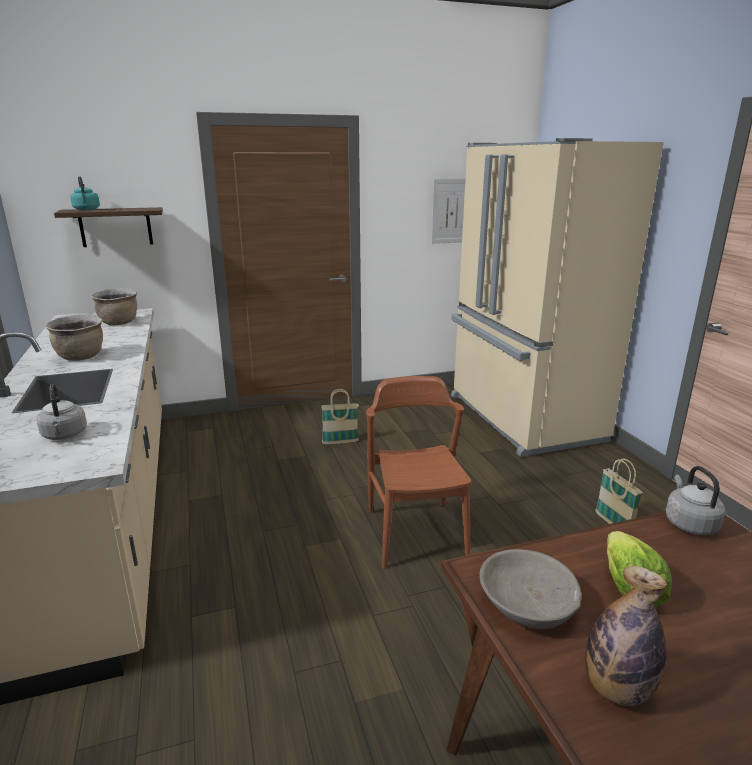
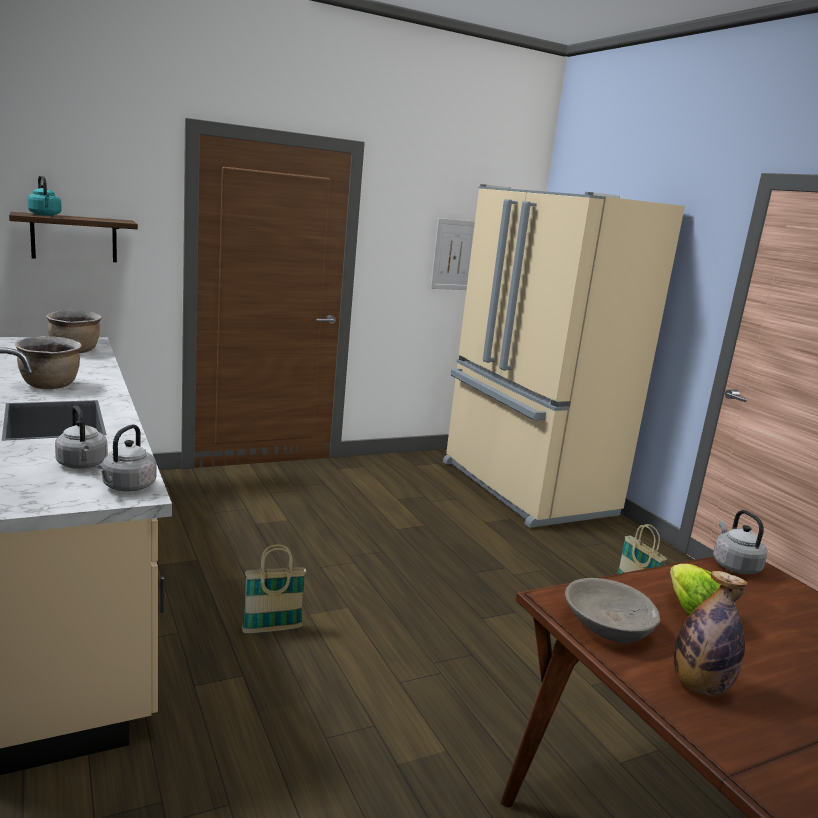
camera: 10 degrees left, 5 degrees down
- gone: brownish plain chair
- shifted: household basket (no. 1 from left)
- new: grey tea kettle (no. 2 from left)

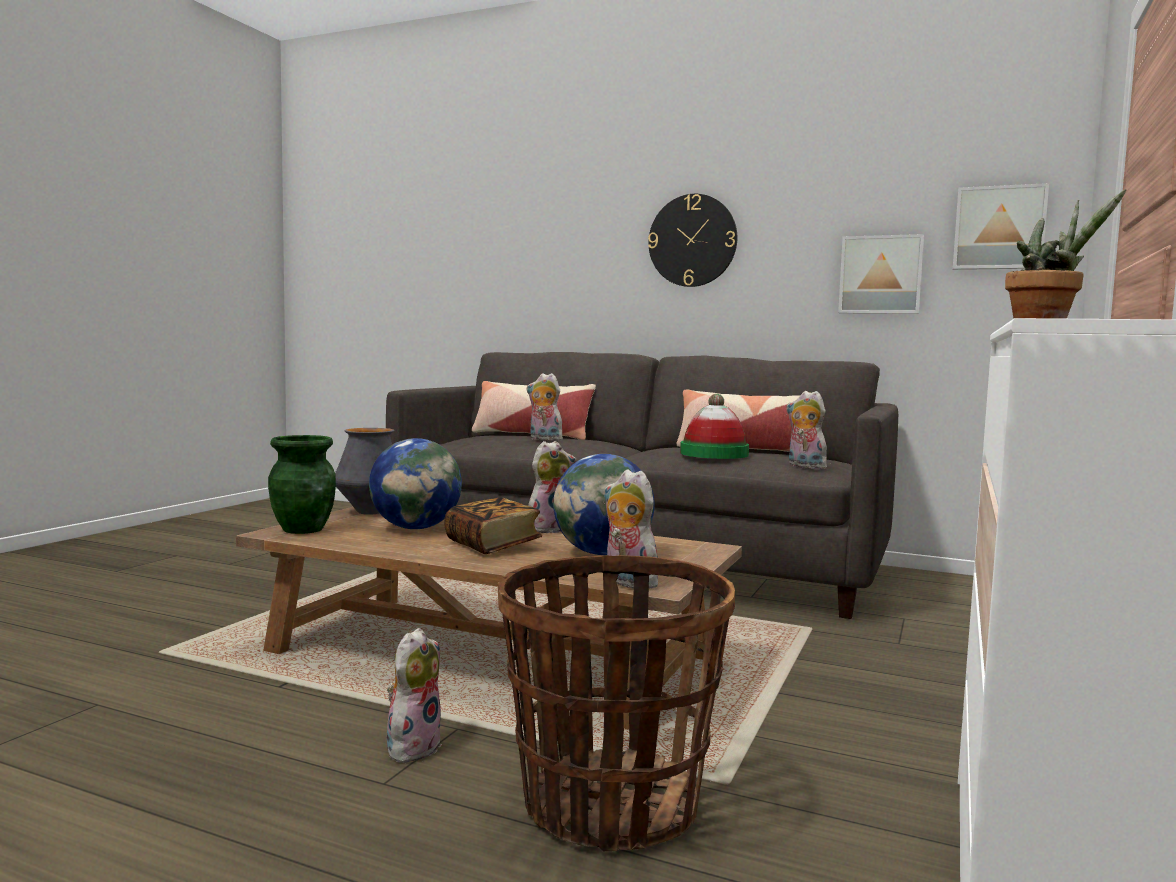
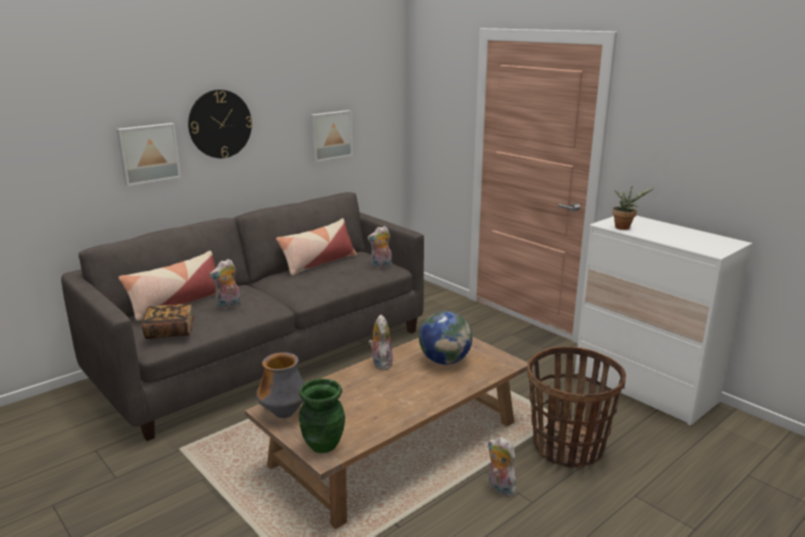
camera: 65 degrees left, 15 degrees up
- shifted: wall art (no. 2 from left in the first image) to wall art (no. 1 from left)
- gone: clothing hat
- gone: globe (no. 1 from left)
- gone: soft toy (no. 4 from left)
- shifted: volume

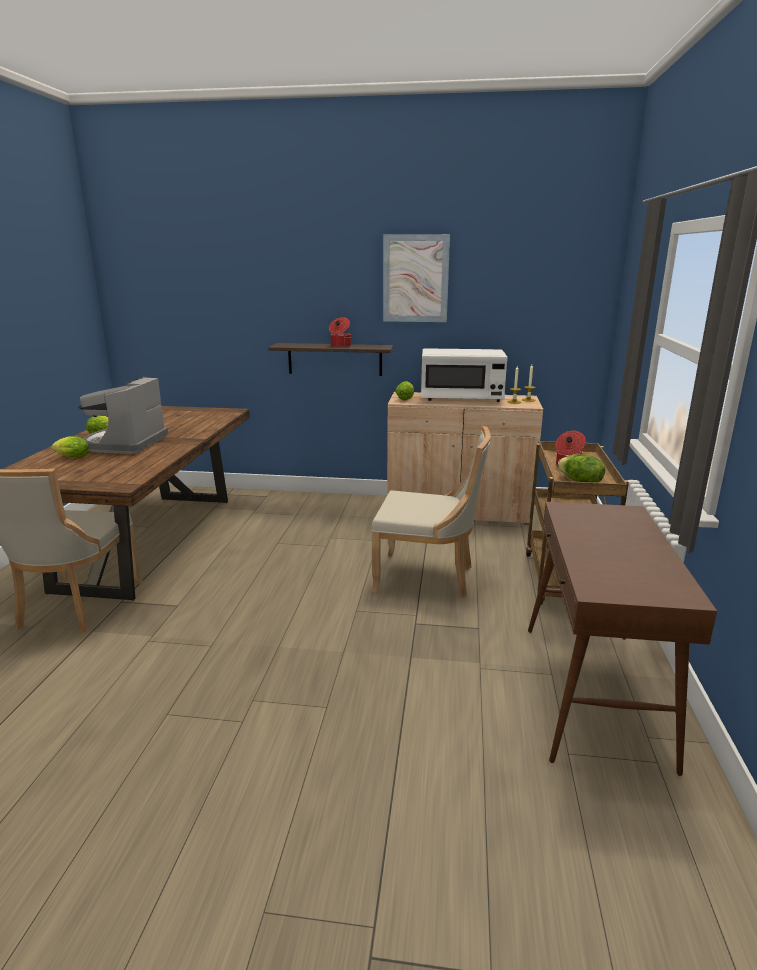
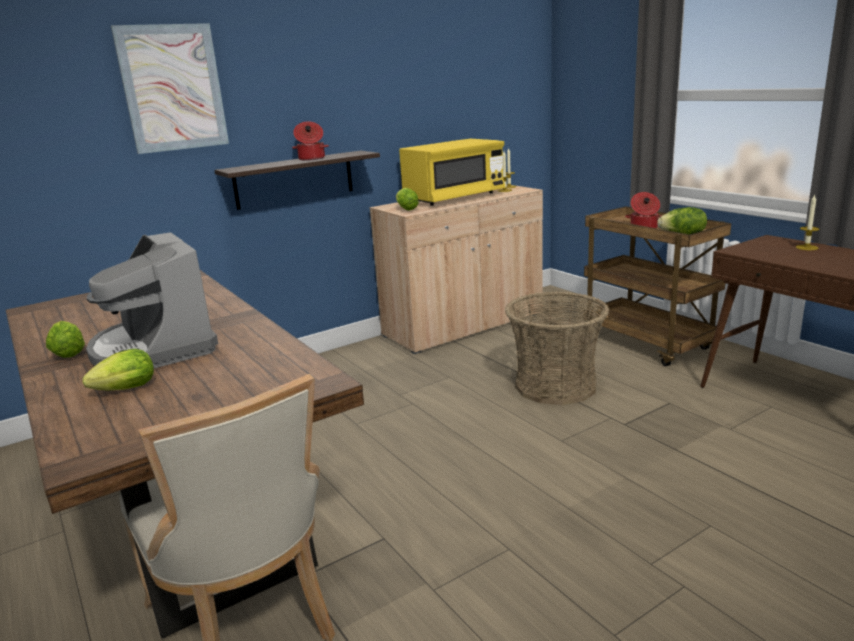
camera: 40 degrees left, 0 degrees up
- shifted: wall art
- repainted: whitish microwave to yellowish microwave
- swapped: sand-coloured plain chair (no. 2 from left) to household basket
- new: candle (no. 3 from left)

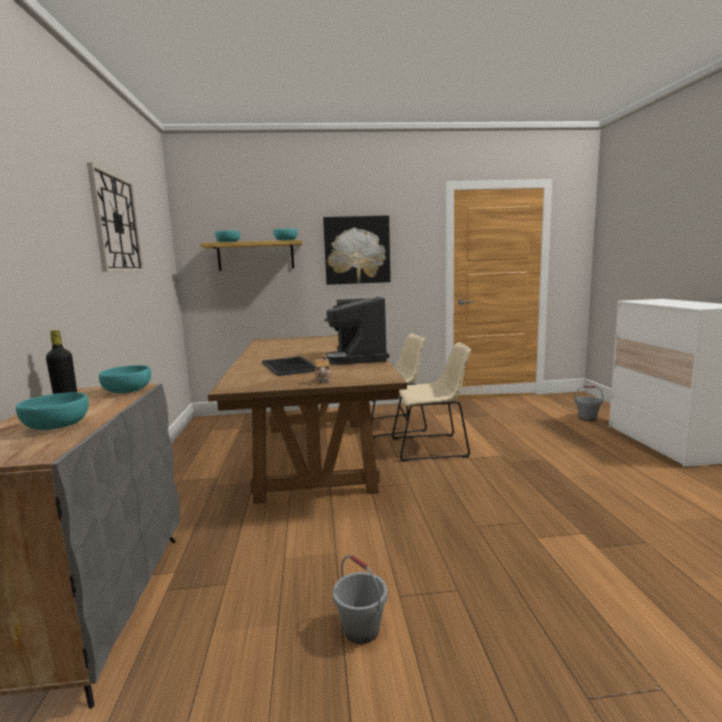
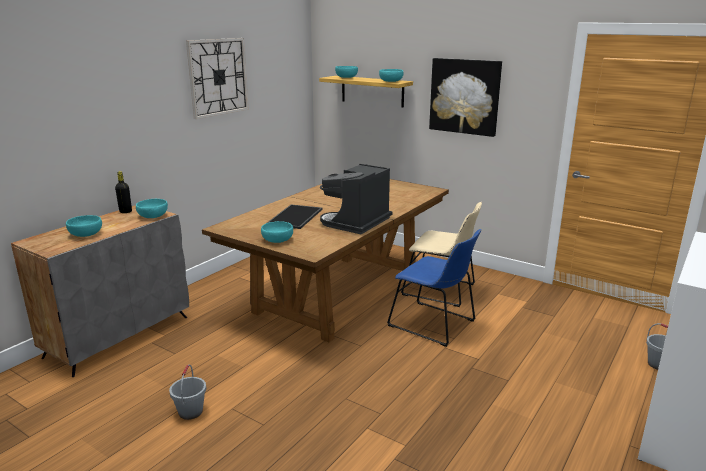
camera: 40 degrees right, 10 degrees up
- repainted: sand-coloured plain chair (no. 2 from left) to blue plain chair
- swapped: pot for tea to turquoise bowl (no. 3 from left)

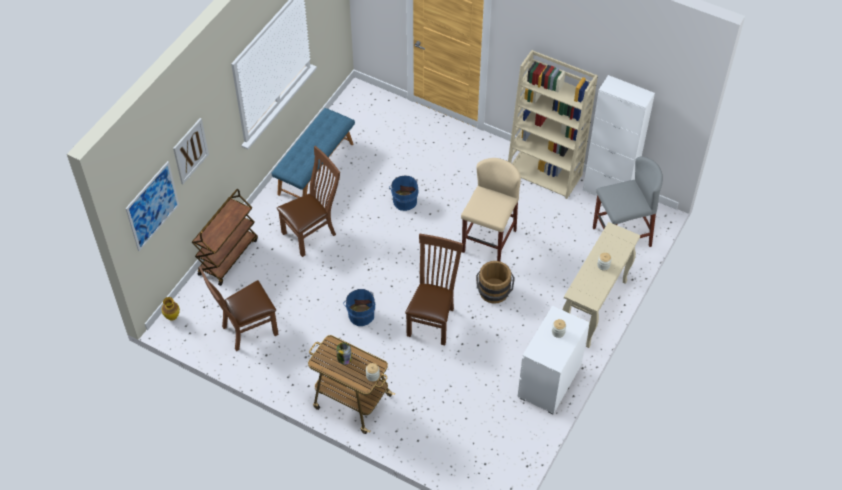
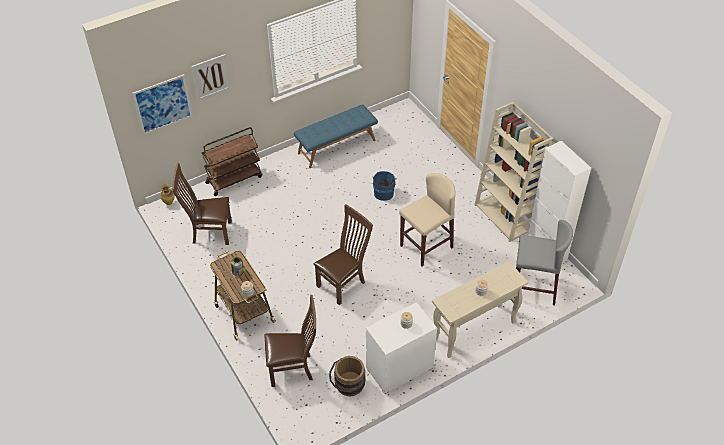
camera: 30 degrees right, 5 degrees down
- shifted: brownish plain chair (no. 2 from left)
- shifted: brownish bucket
- gone: blue bucket (no. 1 from left)

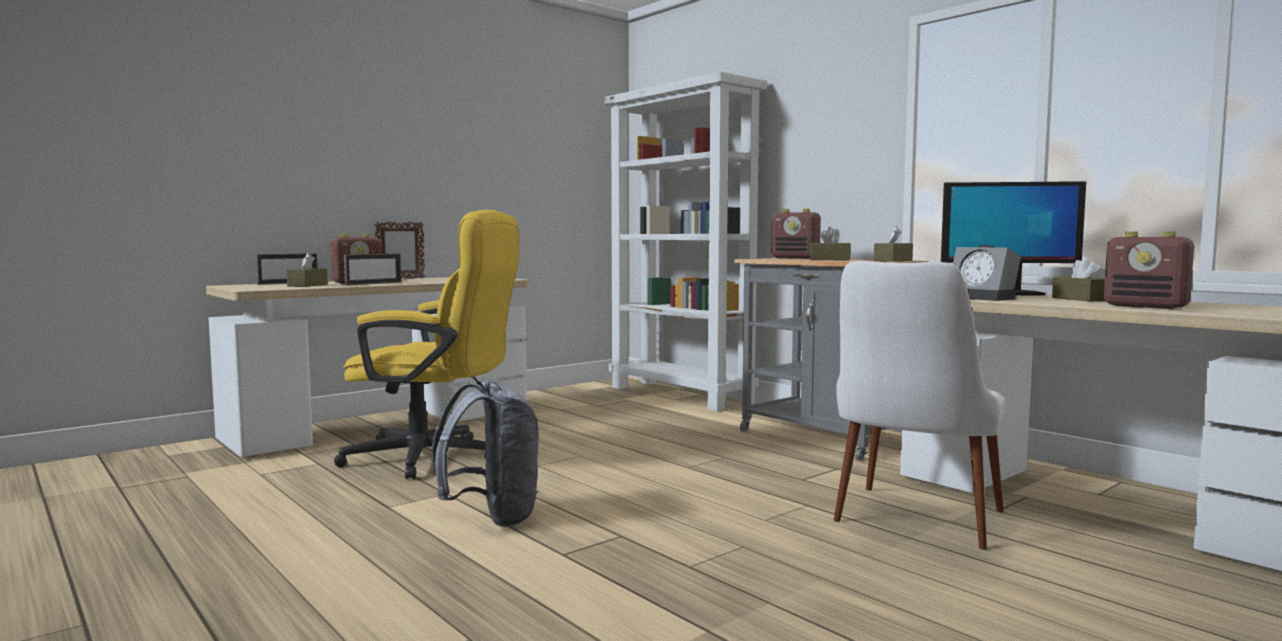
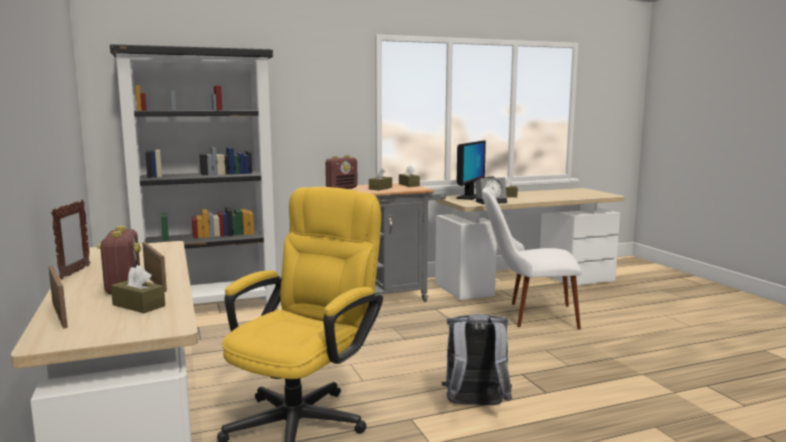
camera: 70 degrees left, 5 degrees up
- repainted: whitish shelving unit to blackish shelving unit
- gone: radio receiver (no. 3 from left)
- rotated: whitish plain chair 135 degrees clockwise

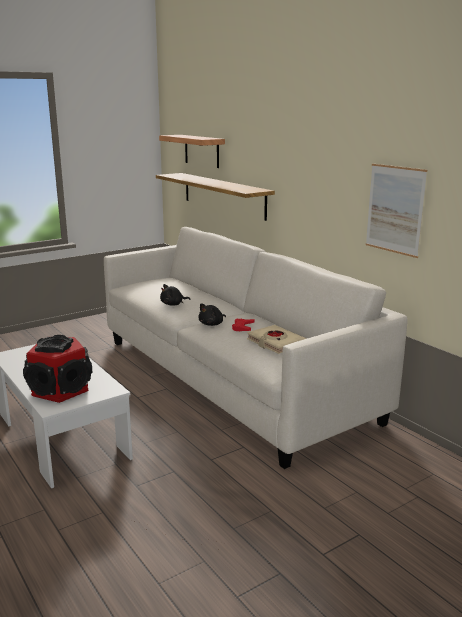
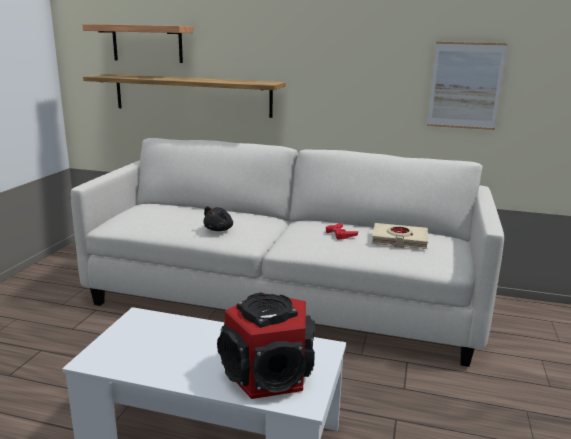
camera: 40 degrees left, 0 degrees up
- gone: blackish soft toy (no. 2 from left)

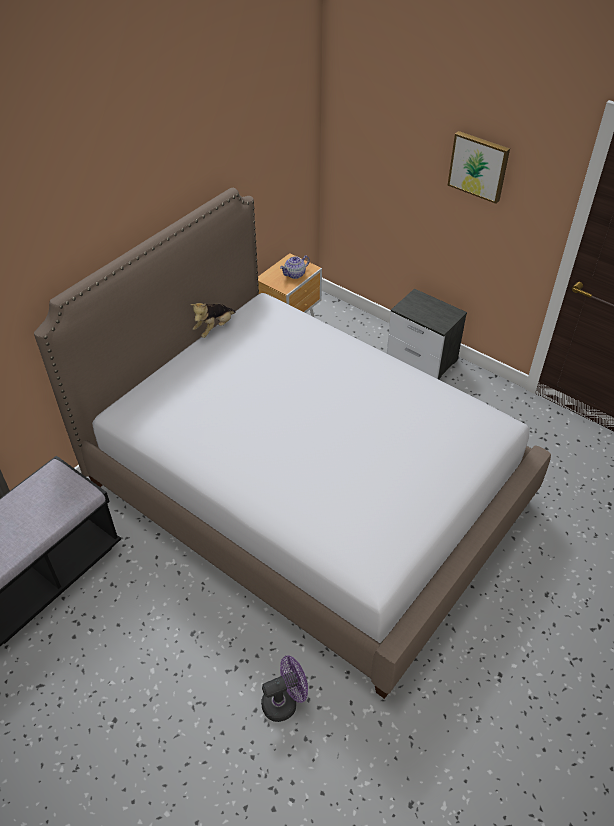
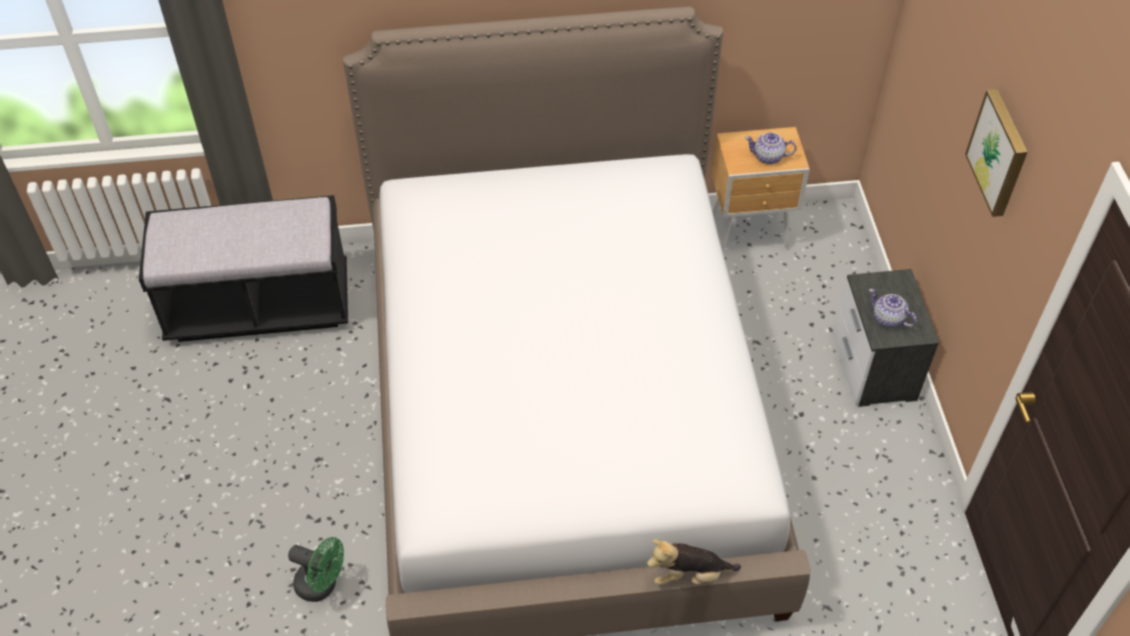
camera: 45 degrees right, 5 degrees up
- shifted: soft toy
- repainted: purple-coloured cooling fan to green-coloured cooling fan
- new: pot for tea (no. 2 from left)

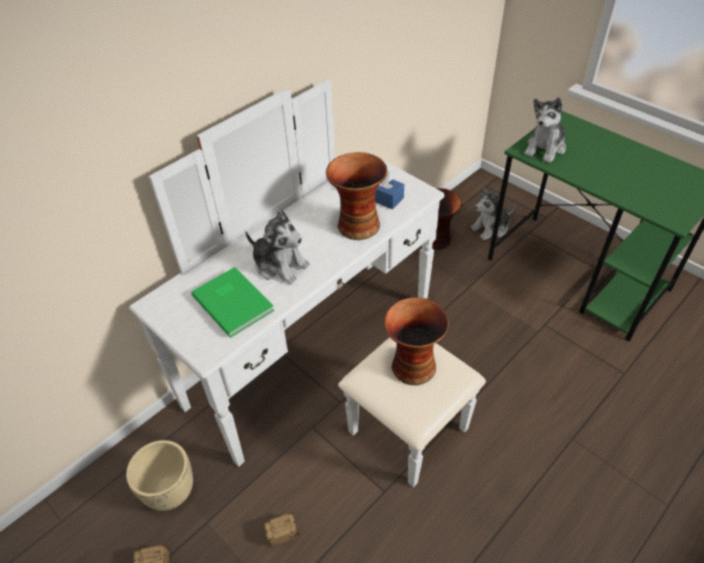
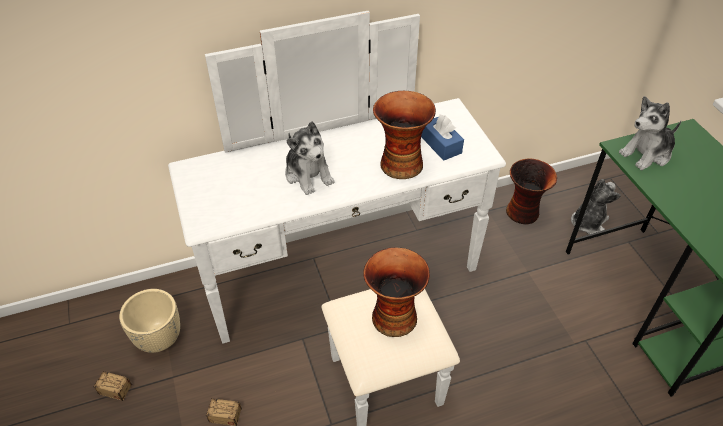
camera: 25 degrees right, 0 degrees up
- rotated: soft toy (no. 2 from left) 135 degrees clockwise
- gone: green-coloured volume

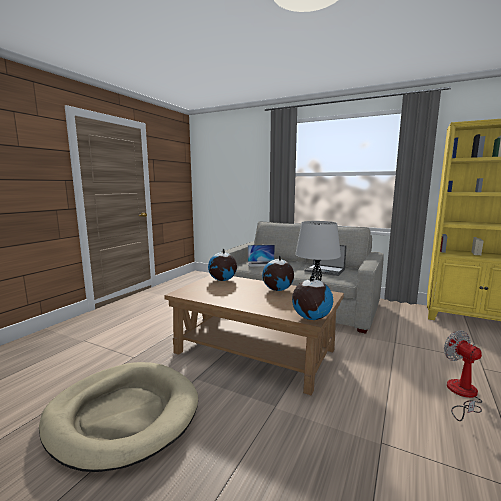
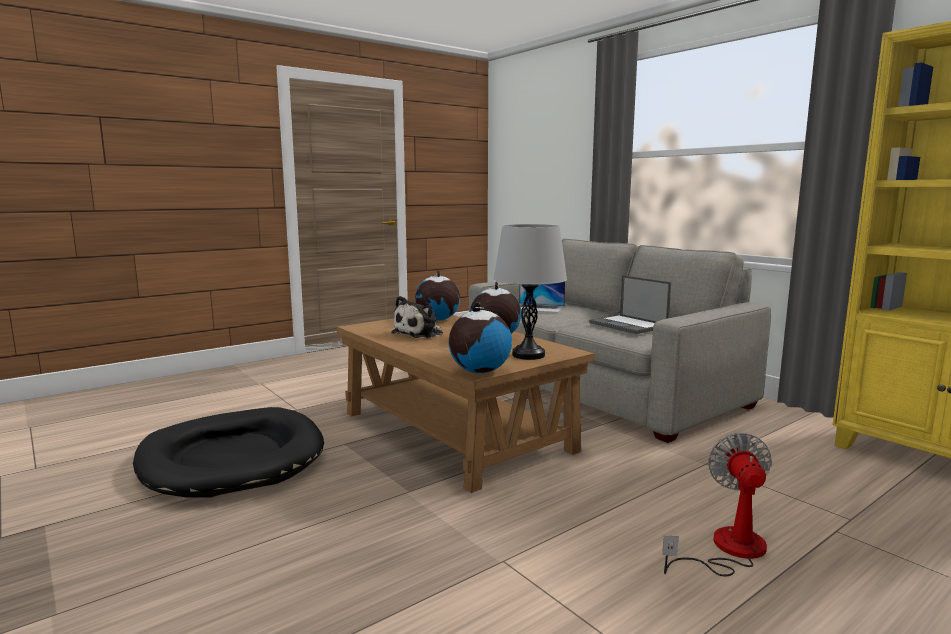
camera: 25 degrees right, 0 degrees up
- repainted: sand-coloured dog cushion to blackish dog cushion
- new: soft toy

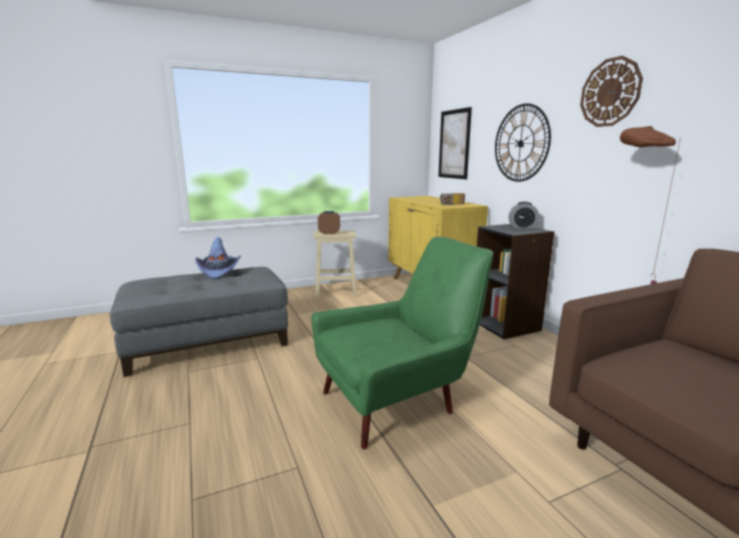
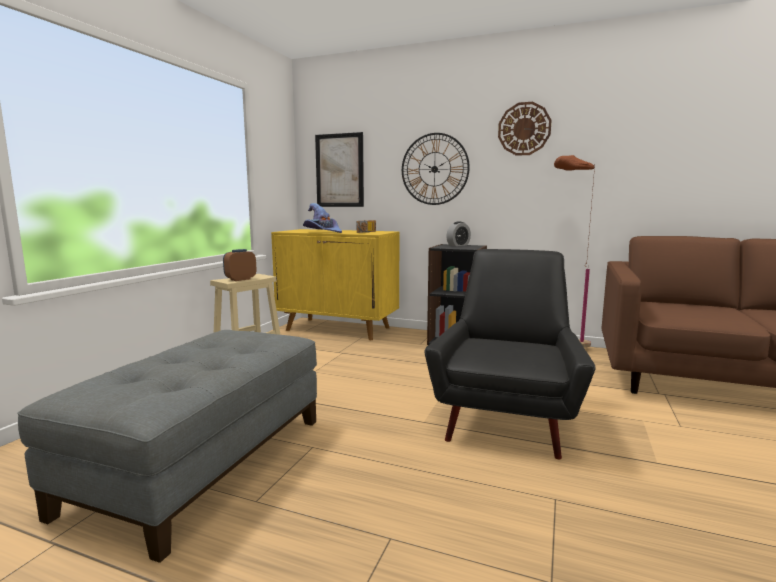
camera: 45 degrees left, 5 degrees down
- shifted: purple-coloured clothing hat
- repainted: green-coloured armchair to blackish armchair

